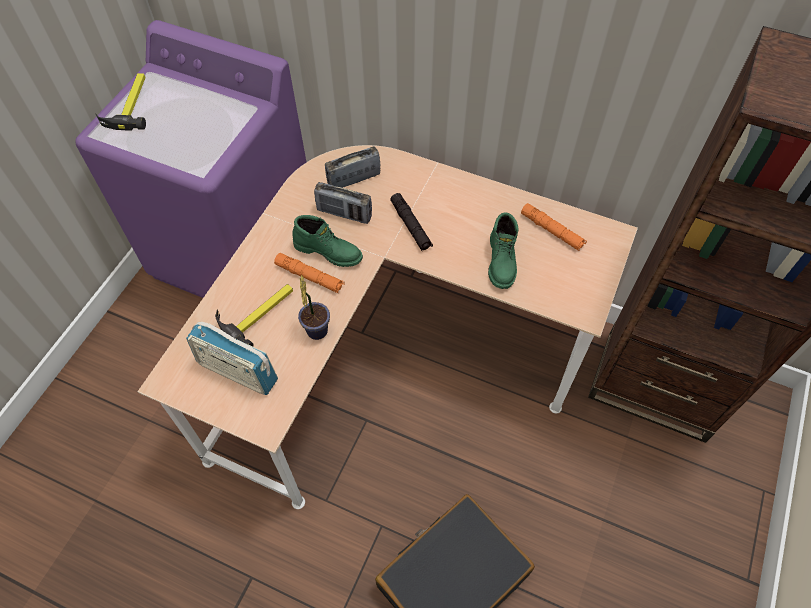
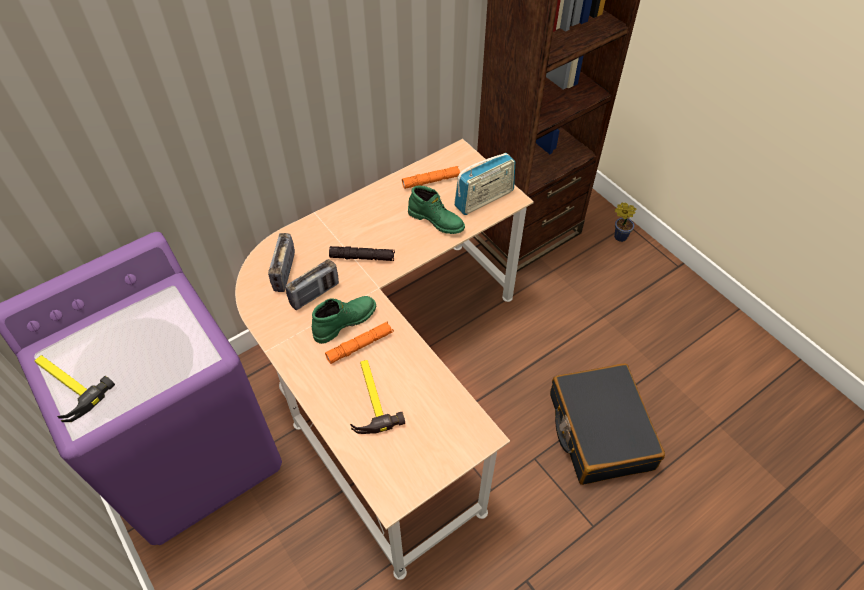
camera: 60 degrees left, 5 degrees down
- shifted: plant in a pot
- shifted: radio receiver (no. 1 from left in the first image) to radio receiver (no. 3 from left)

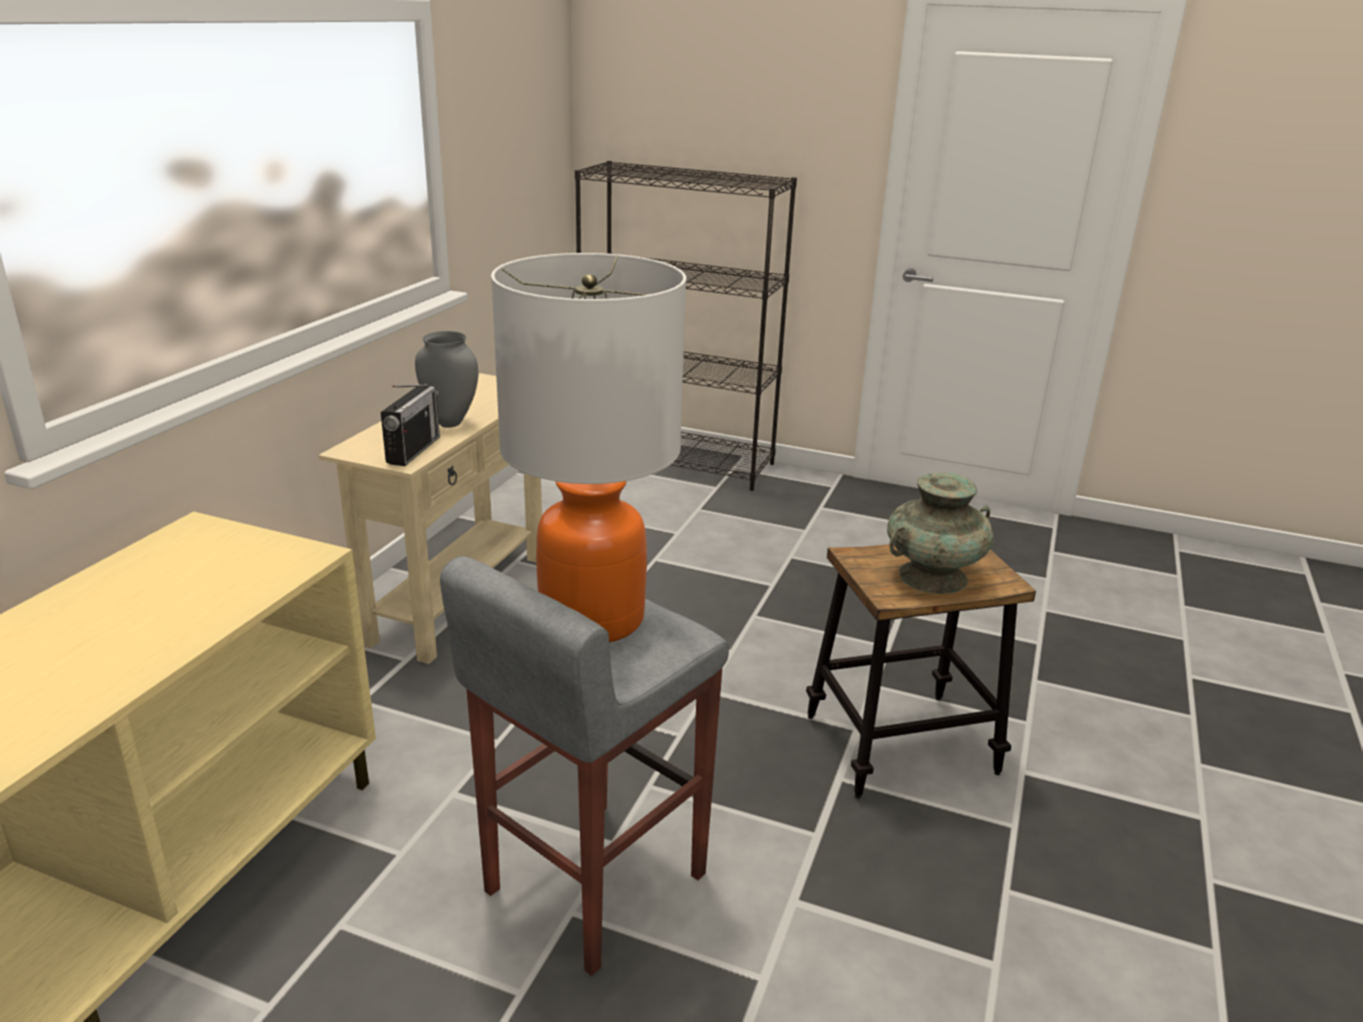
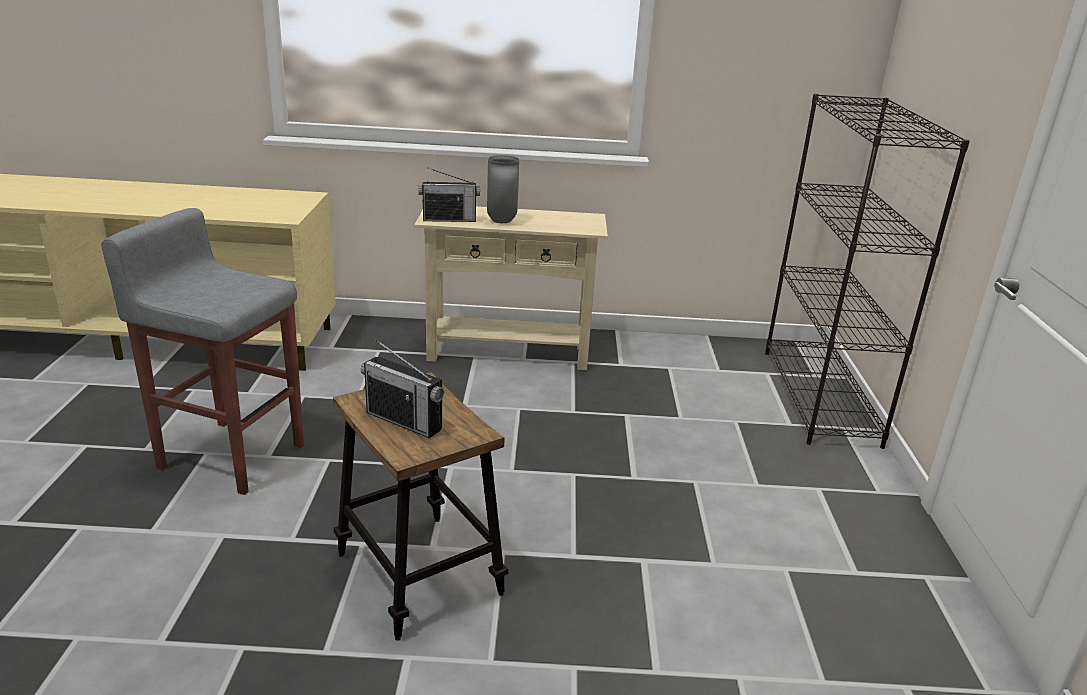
camera: 70 degrees right, 0 degrees up
- gone: table lamp
- swapped: turquoise decorative vase to radio receiver (no. 1 from left)

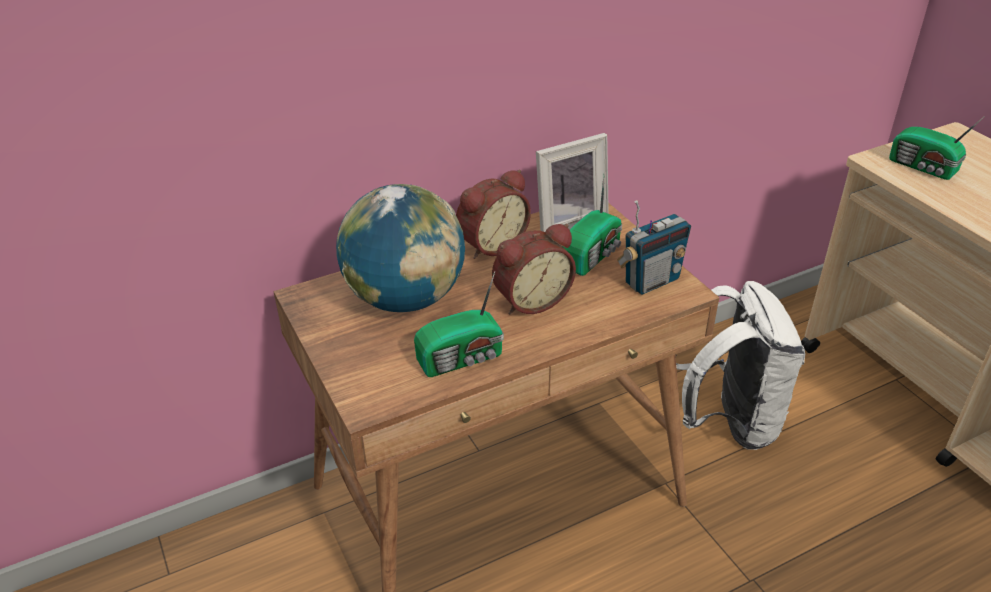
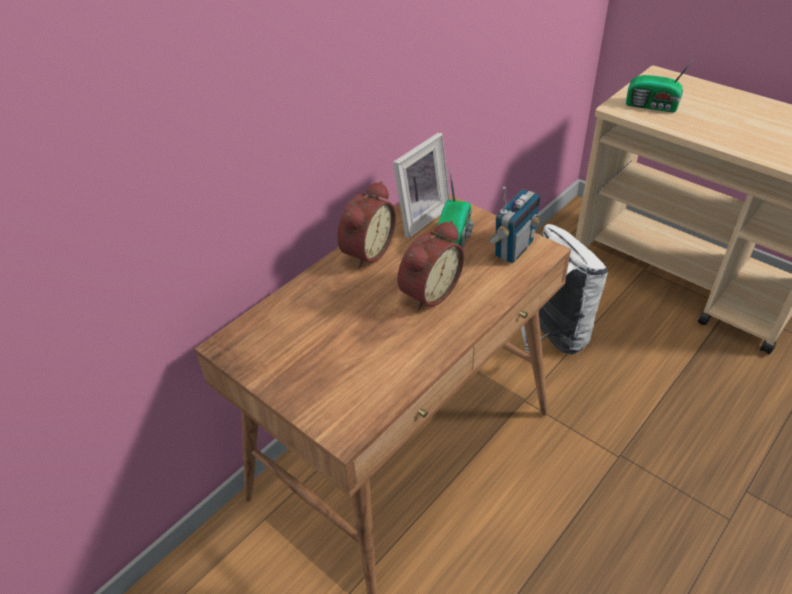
camera: 20 degrees left, 5 degrees up
- gone: globe
- gone: radio receiver (no. 1 from left)

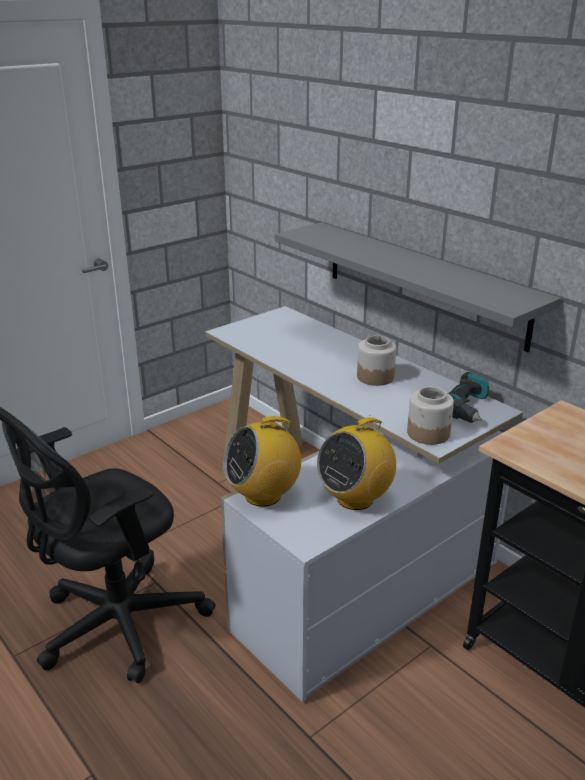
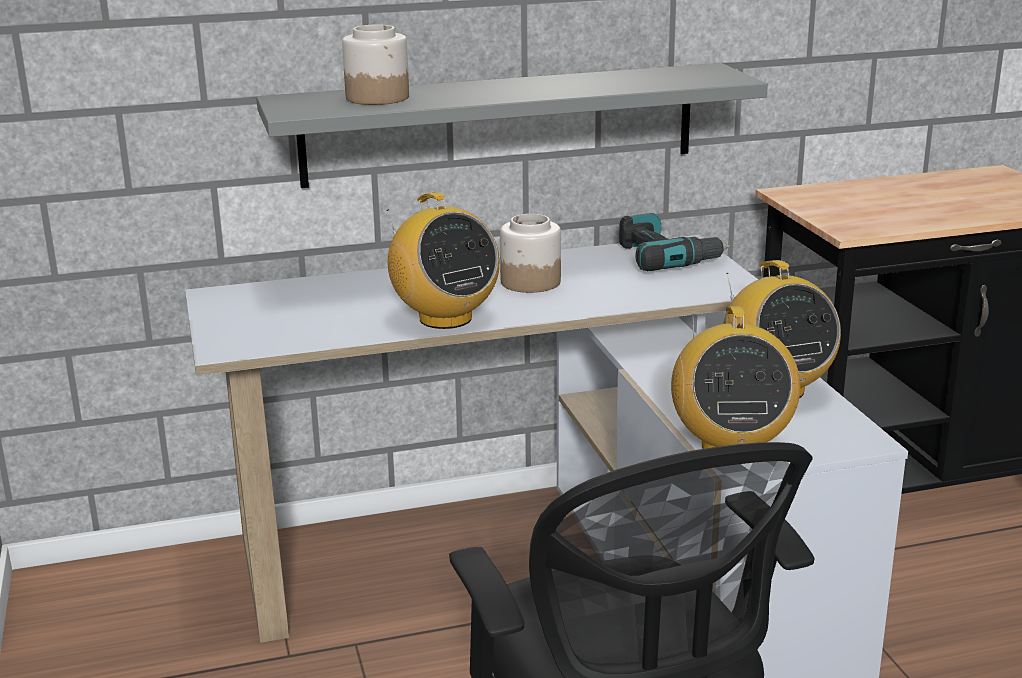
camera: 65 degrees left, 5 degrees down
- shifted: preserve jar (no. 2 from left in the first image) to preserve jar (no. 1 from left)
- new: radio receiver (no. 1 from left)

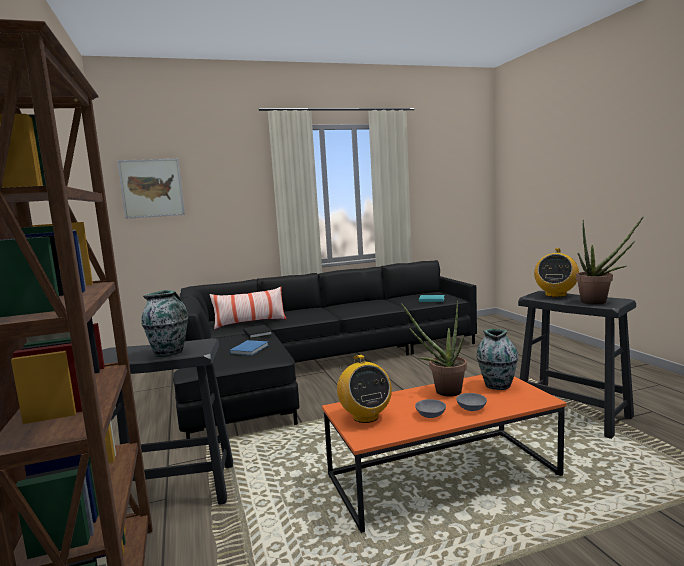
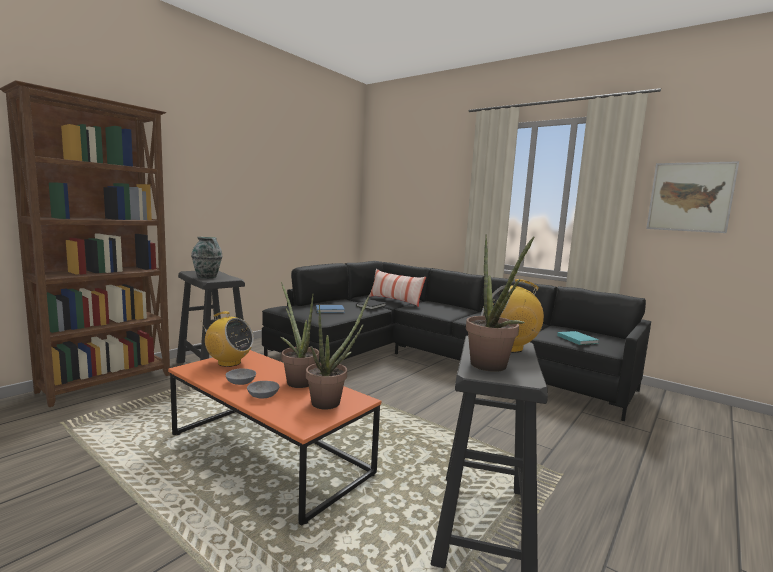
camera: 55 degrees right, 0 degrees up
- shifted: wall art
- swapped: decorative vase (no. 2 from left) to plant in a pot (no. 2 from left)
- rotated: radio receiver (no. 1 from left) 105 degrees counterclockwise

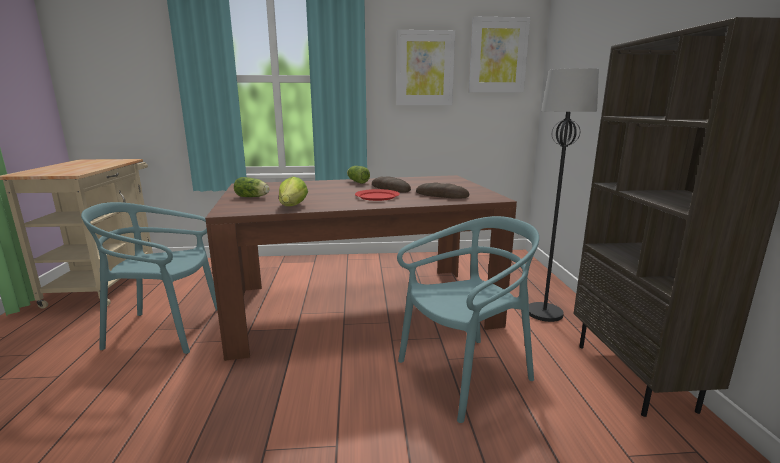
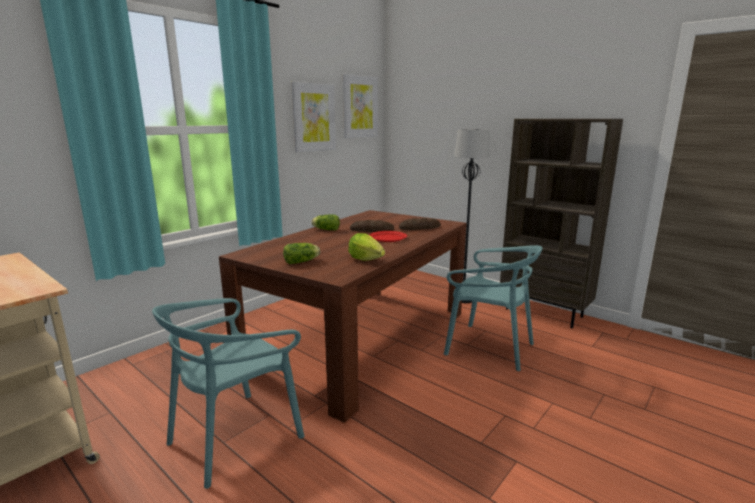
camera: 45 degrees left, 0 degrees up
- rotated: turquoise plain chair (no. 2 from left) 105 degrees clockwise

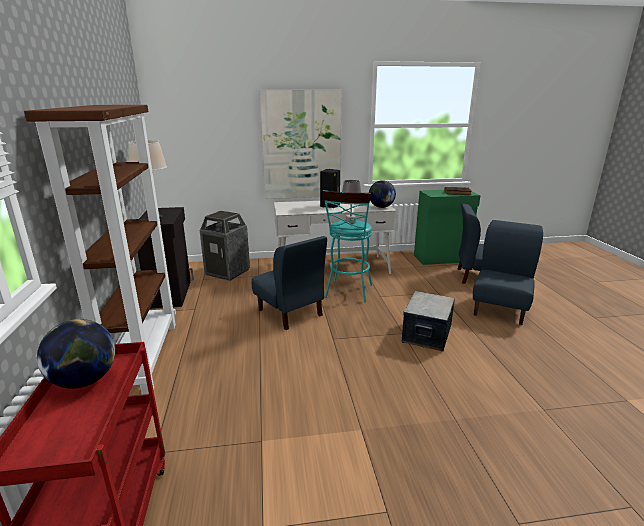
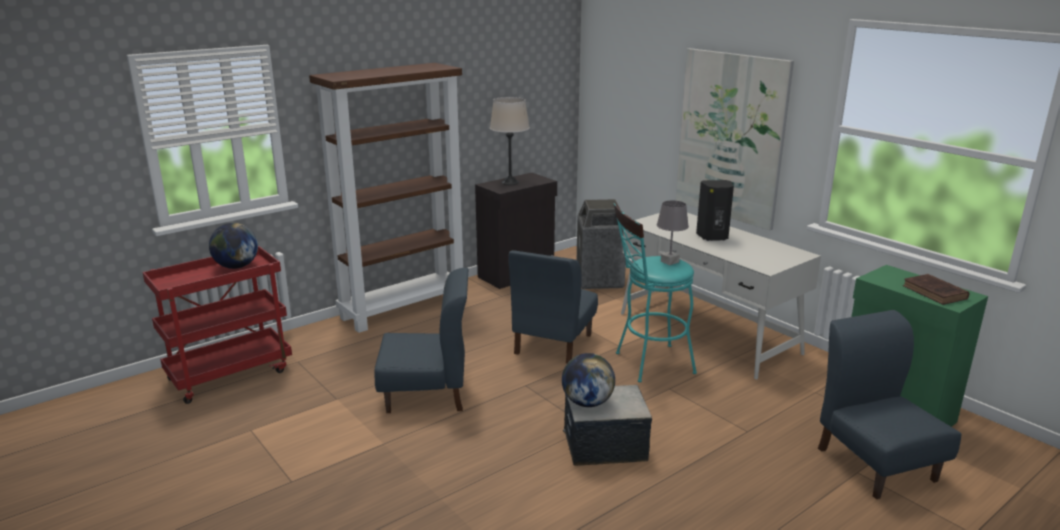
camera: 60 degrees right, 0 degrees up
- shifted: globe (no. 2 from left)
- shifted: blue plain chair (no. 3 from left in the first image) to blue plain chair (no. 1 from left)

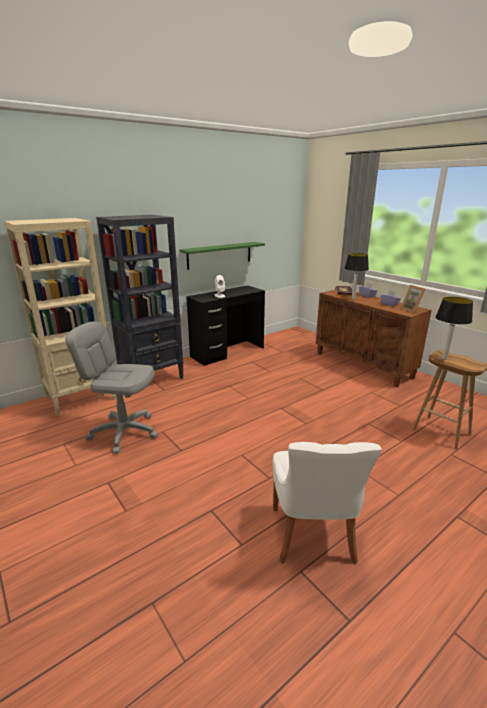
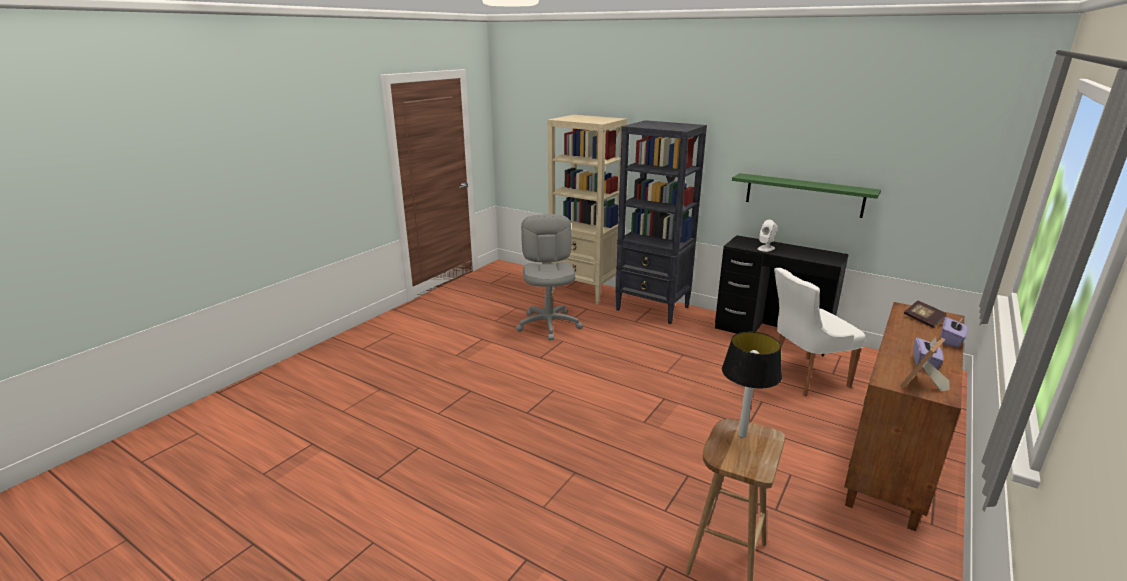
camera: 70 degrees right, 0 degrees up
- gone: table lamp (no. 1 from left)
- shifted: whitish plain chair

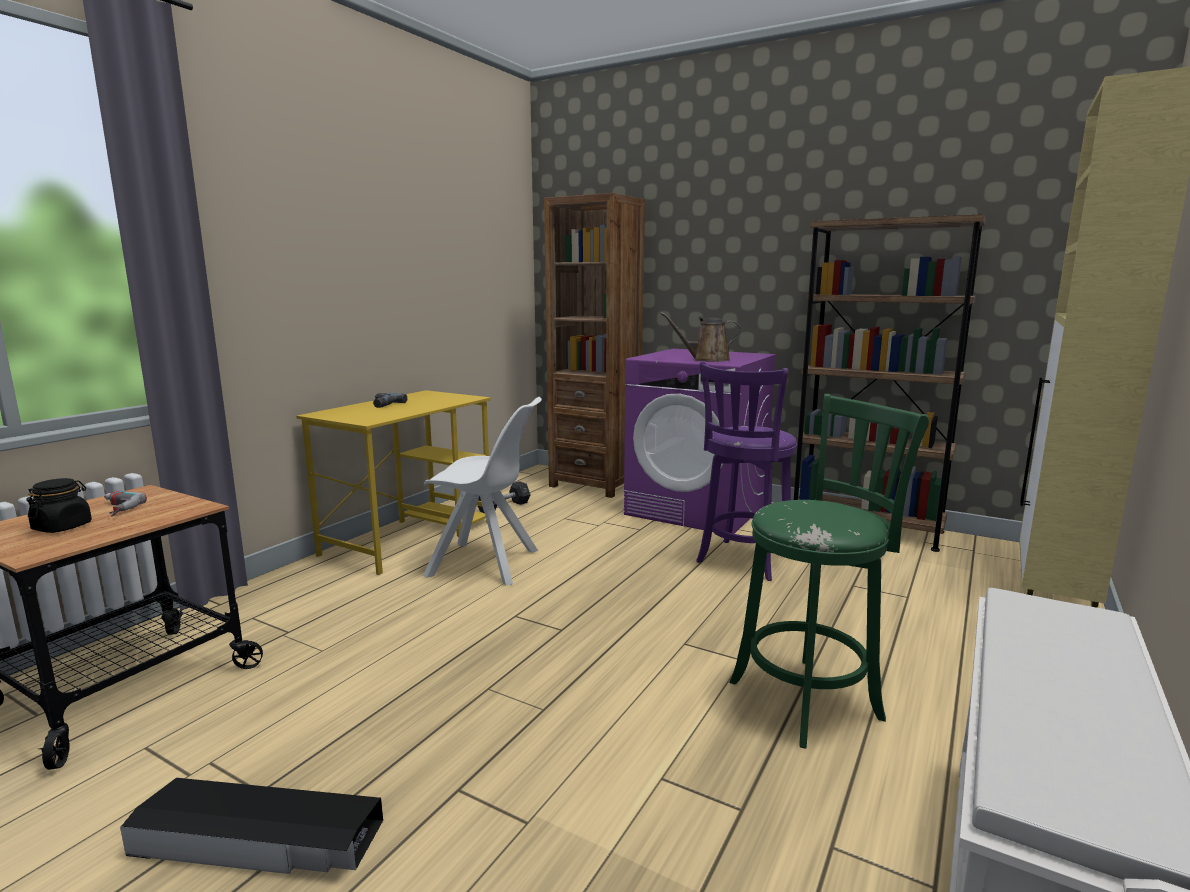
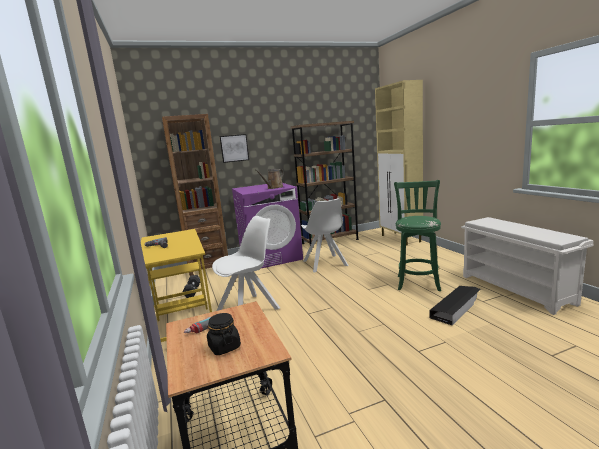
camera: 50 degrees left, 0 degrees up
- swapped: purple-coloured stool seat to whitish plain chair (no. 2 from left)
- shifted: blackish storage box
- new: wall art

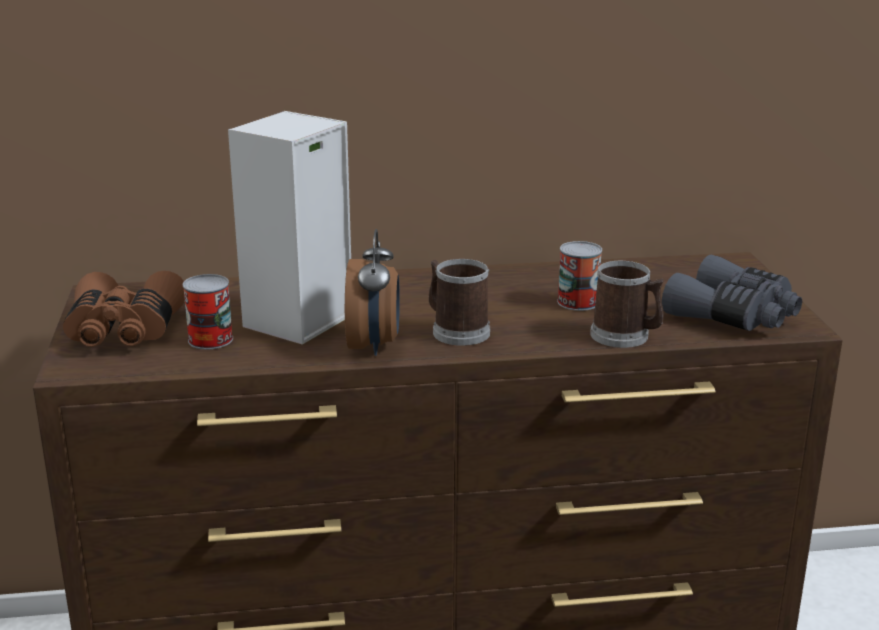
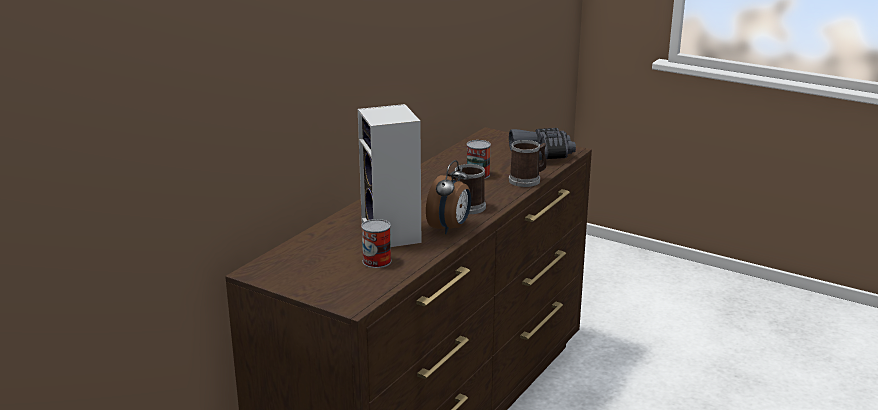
camera: 50 degrees left, 0 degrees up
- rotated: alarm clock 75 degrees clockwise
- gone: brownish binoculars

